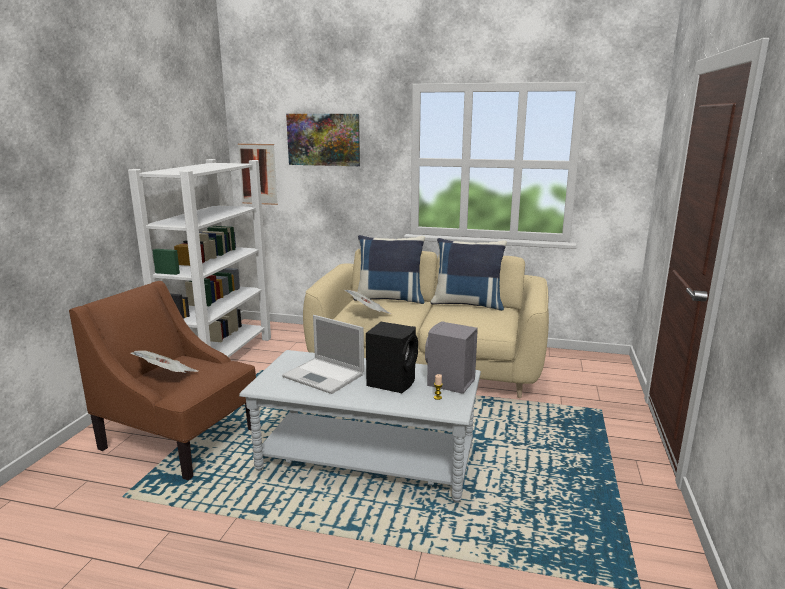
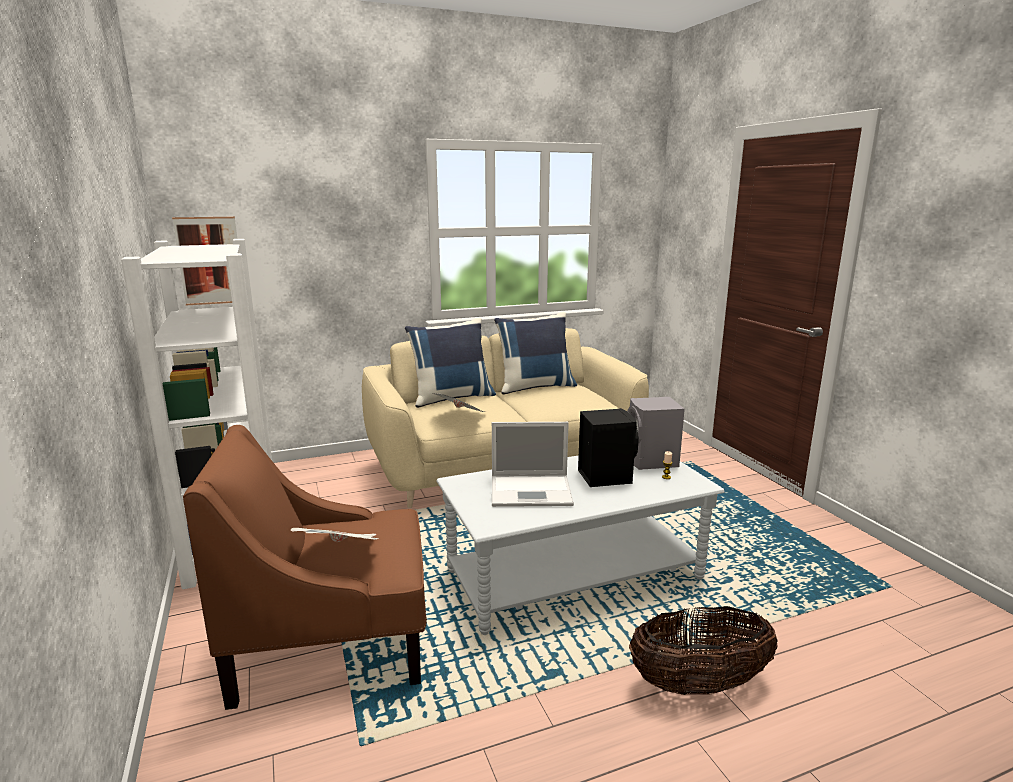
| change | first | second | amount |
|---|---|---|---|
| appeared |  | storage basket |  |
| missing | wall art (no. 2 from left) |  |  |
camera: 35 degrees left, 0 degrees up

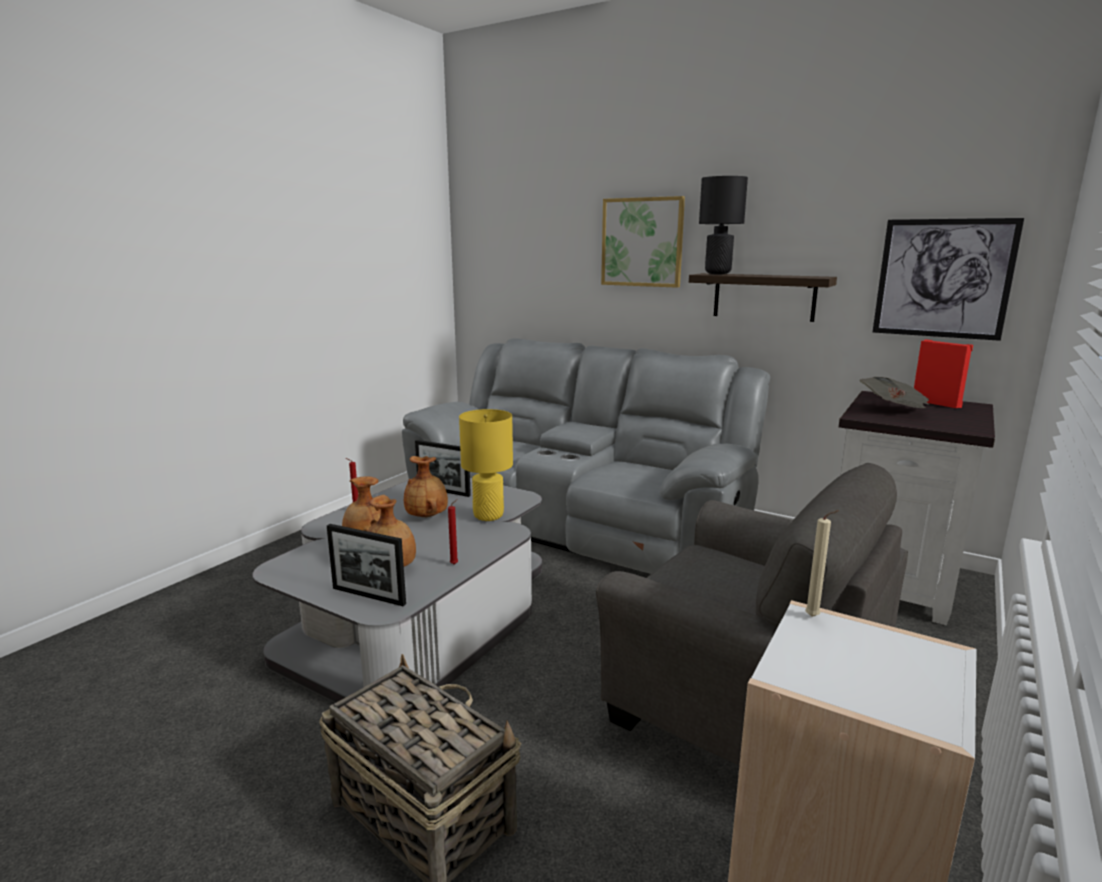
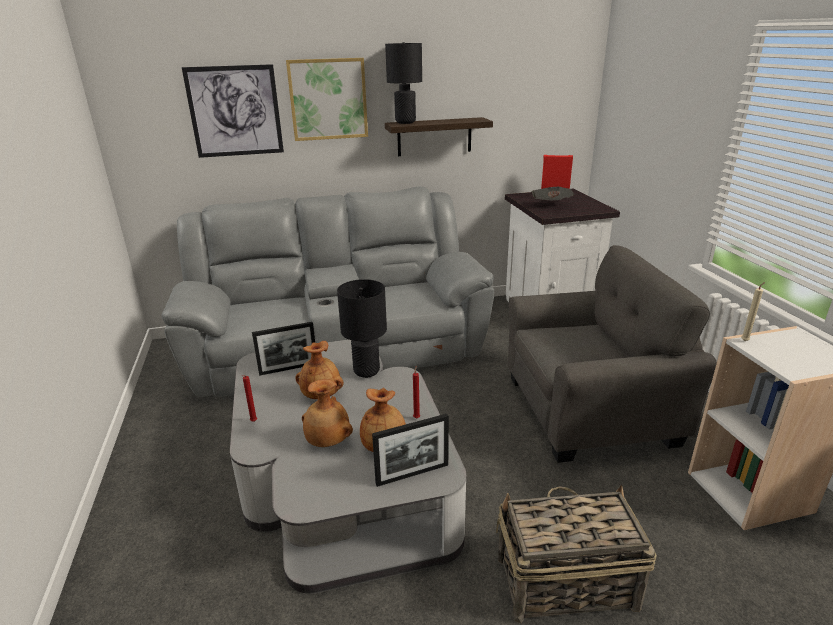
| change | first | second | amount |
|---|---|---|---|
| relocated | wall art (no. 2 from left in the first image) | wall art (no. 1 from left) |  |
| colour | yellow lamp for a table | blackish lamp for a table (no. 1 from left) |  |
camera: 45 degrees left, 10 degrees up

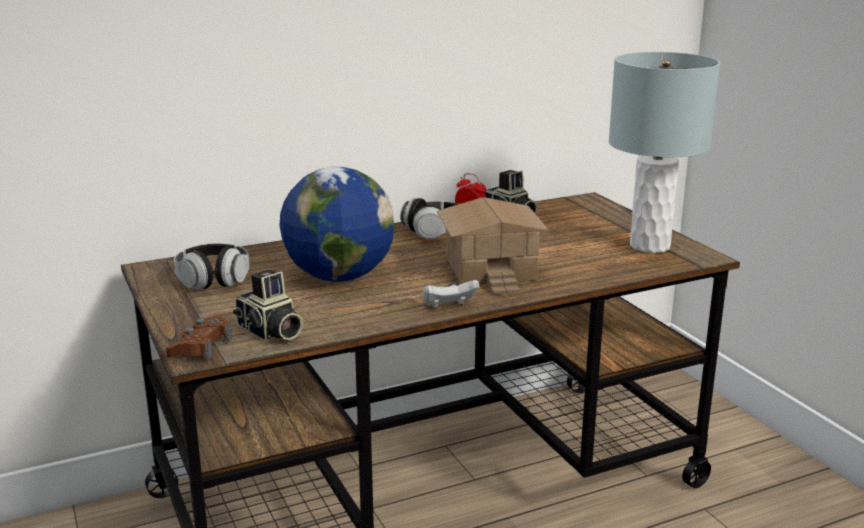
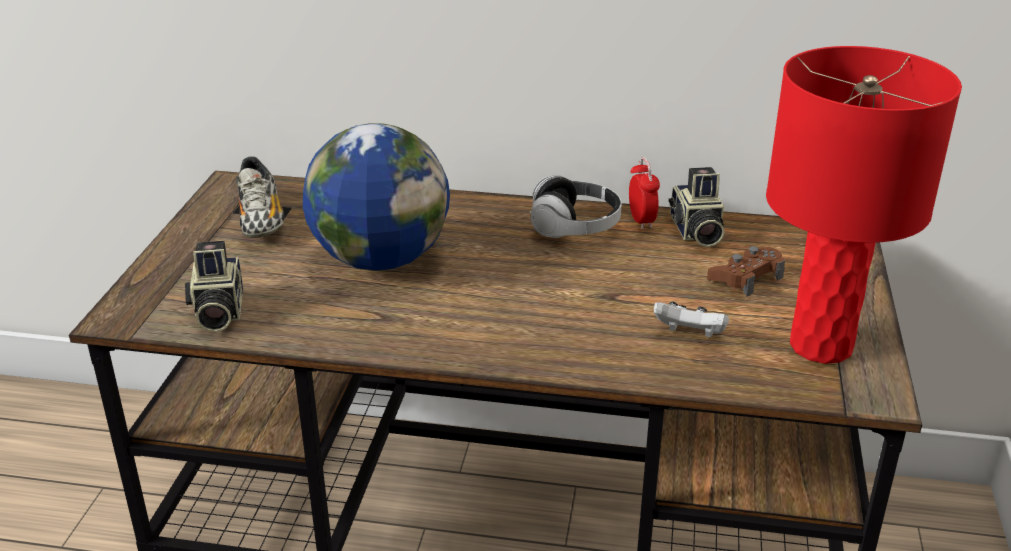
| change | first | second | amount |
|---|---|---|---|
| exchanged | headphones (no. 1 from left) | low shoe |  |
| relocated | whitish game controller |  |  |
| relocated | brownish game controller |  |  |
| colour | gray lamp for a table | red-coloured lamp for a table |  |
| missing | miniature house |  |  |
camera: 35 degrees right, 10 degrees up

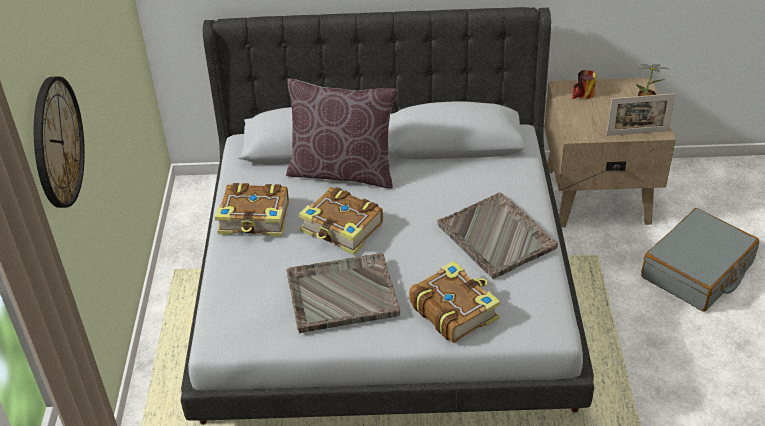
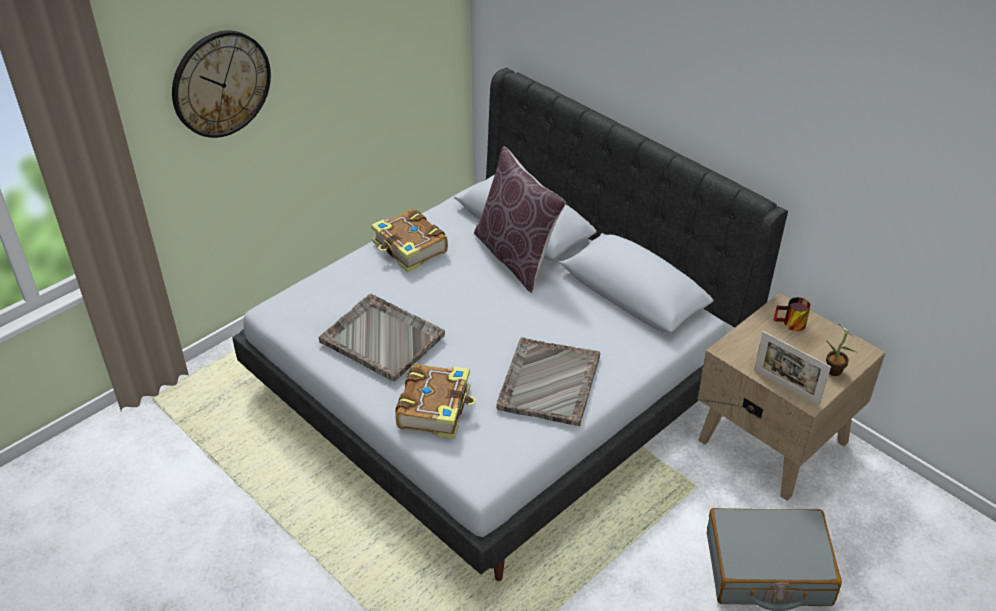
| change | first | second | amount |
|---|---|---|---|
| missing | book (no. 2 from left) |  |  |
camera: 45 degrees right, 0 degrees up

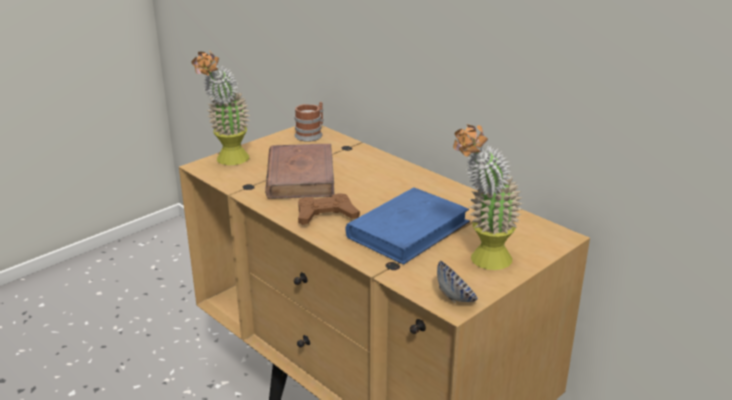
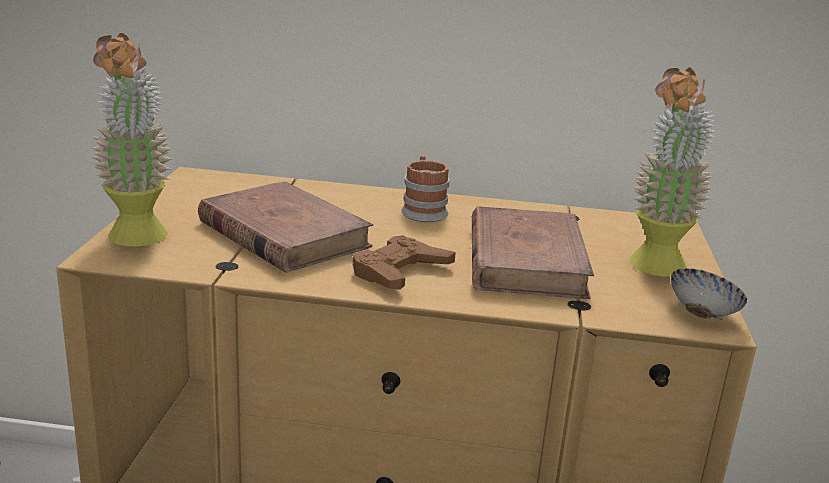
| change | first | second | amount |
|---|---|---|---|
| relocated | coffee mug |  |  |
| colour | bluish book | brownish book (no. 2 from left) |  |
camera: 40 degrees left, 5 degrees down

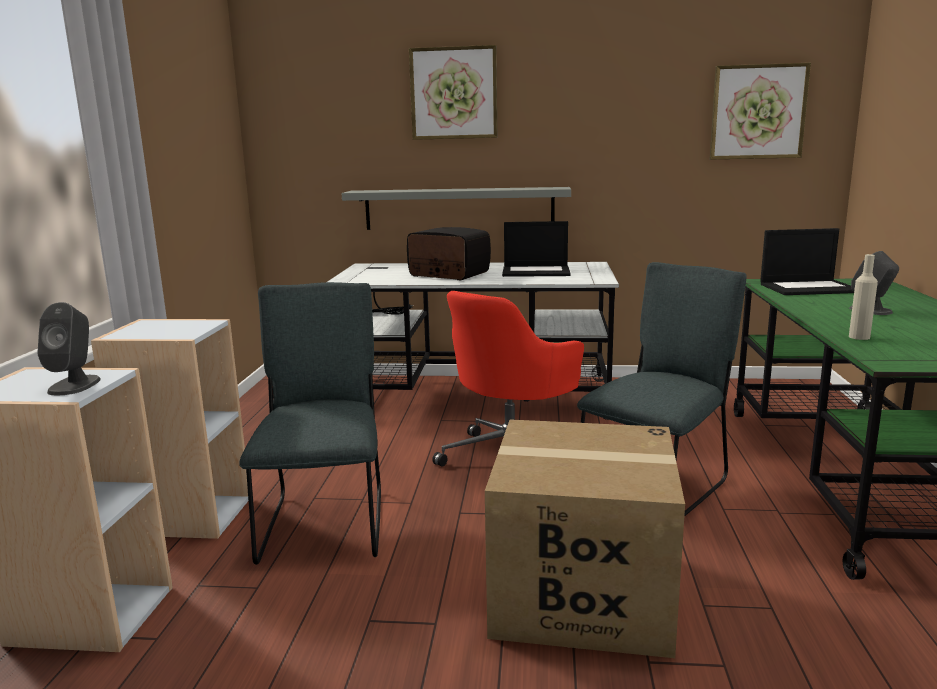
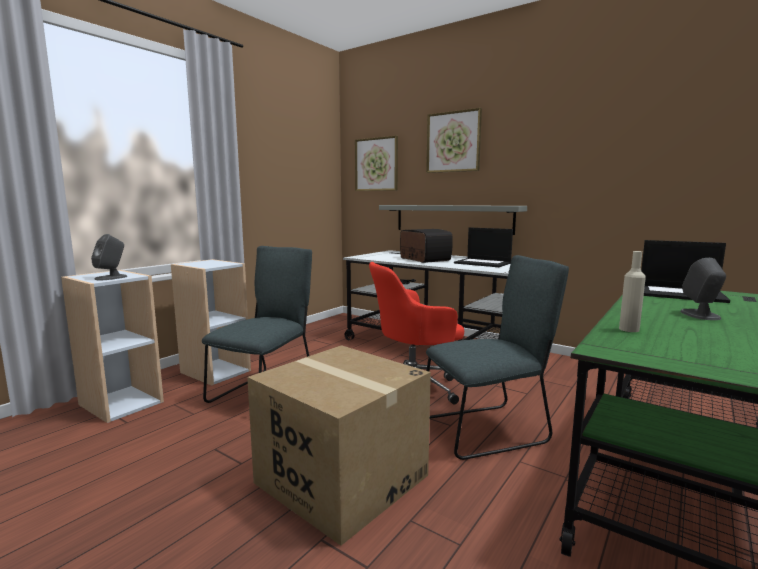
| change | first | second | amount |
|---|---|---|---|
| relocated | wall art (no. 2 from left in the first image) | wall art (no. 1 from left) |  |
camera: 30 degrees right, 5 degrees down

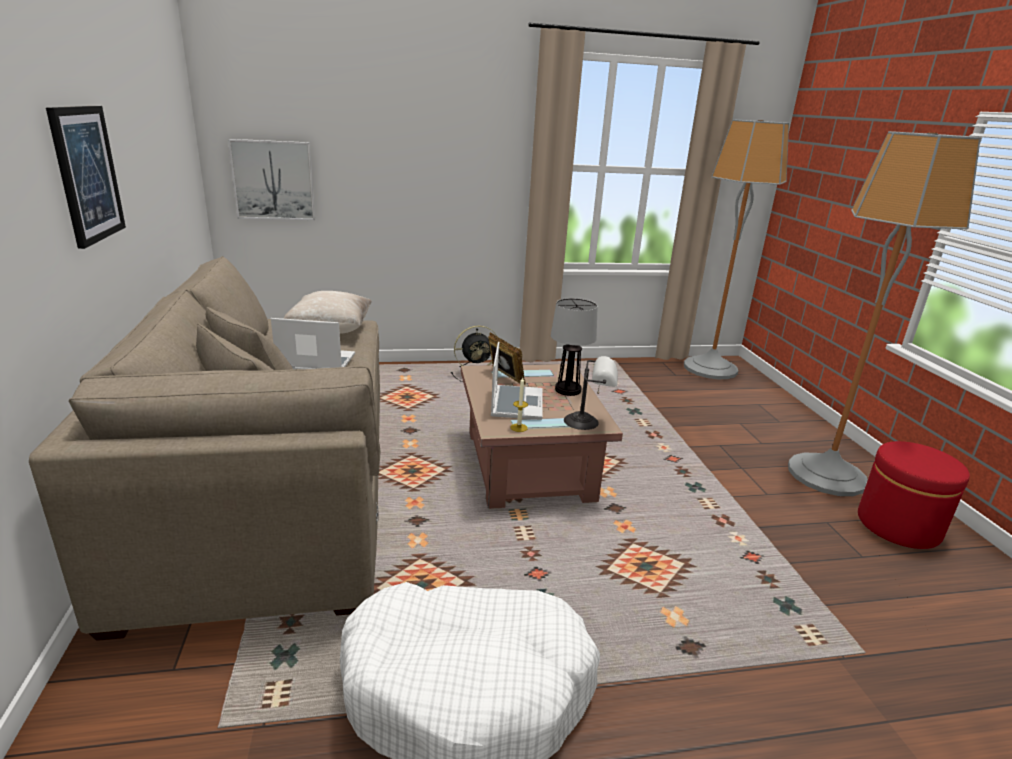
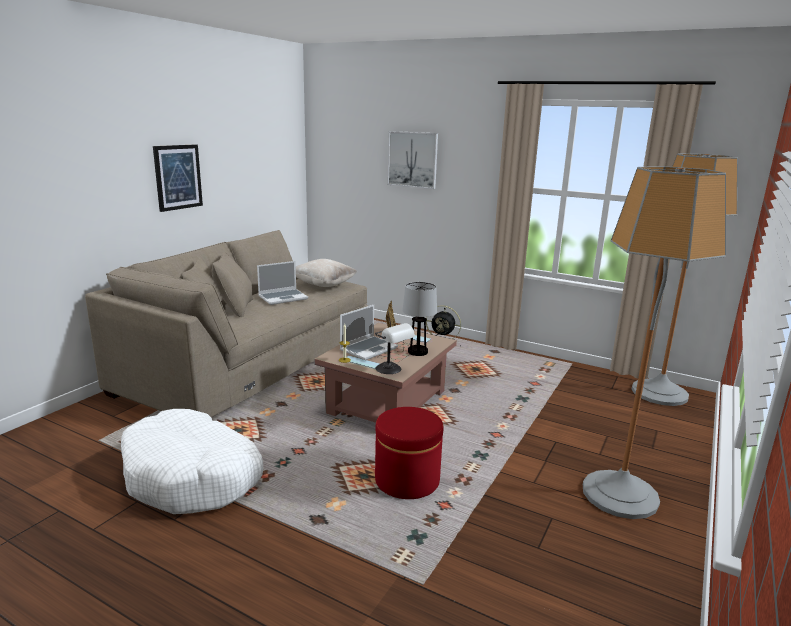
| change | first | second | amount |
|---|---|---|---|
| spun | portable computer (no. 1 from left) |  | 105 degrees clockwise |
| relocated | red-coloured pouffe |  |  |
| relocated | wall art (no. 2 from left) |  |  |
camera: 40 degrees right, 5 degrees down

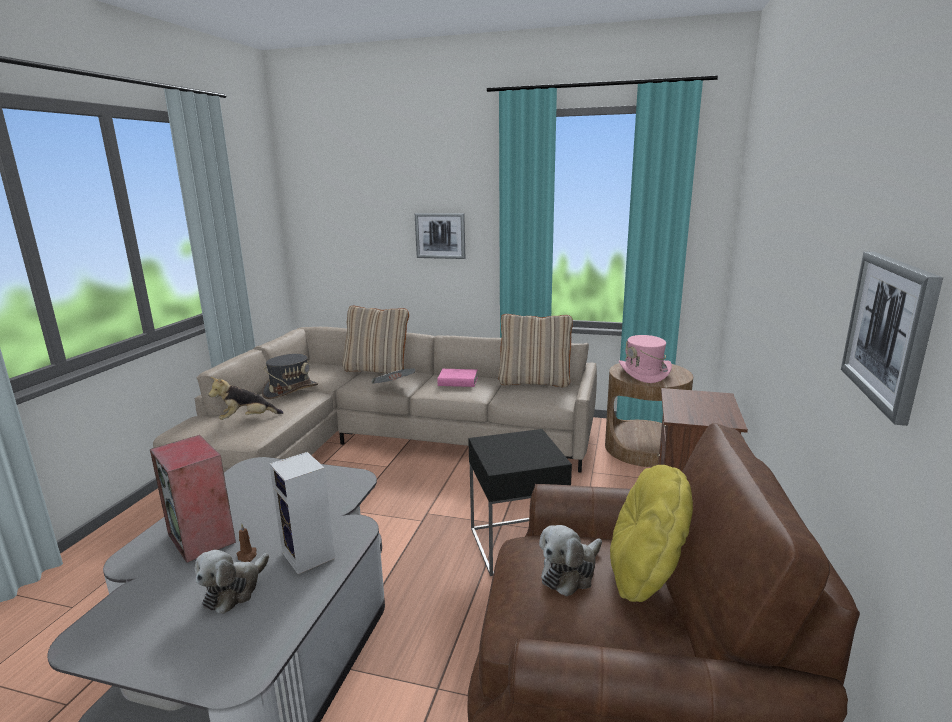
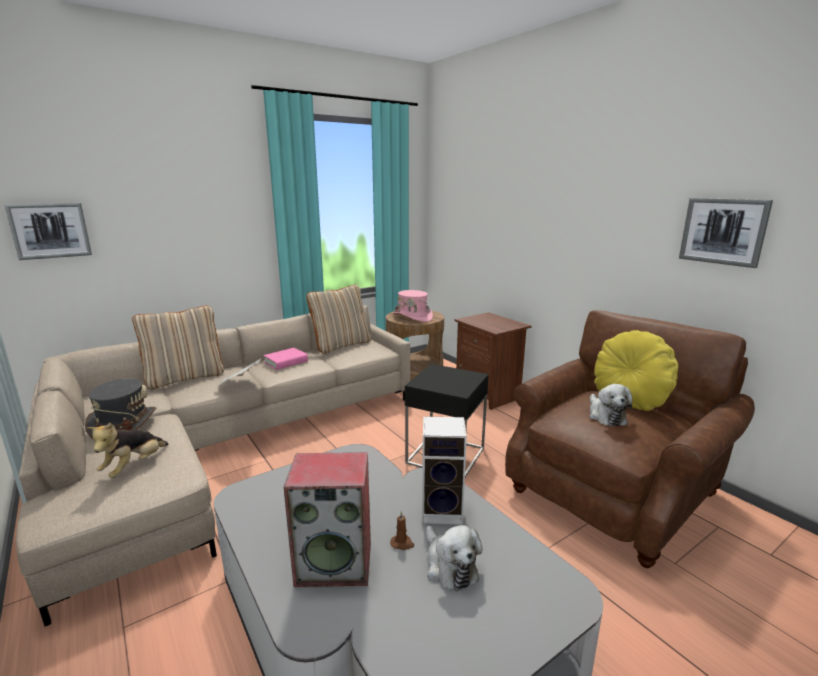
| change | first | second | amount |
|---|---|---|---|
| relocated | wall art (no. 1 from left) |  |  |
camera: 50 degrees left, 0 degrees up

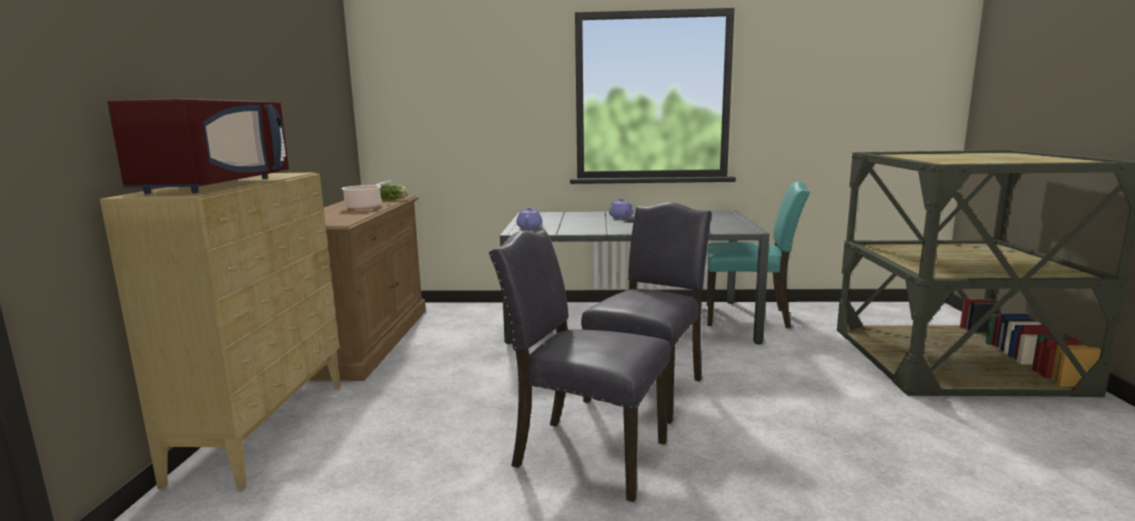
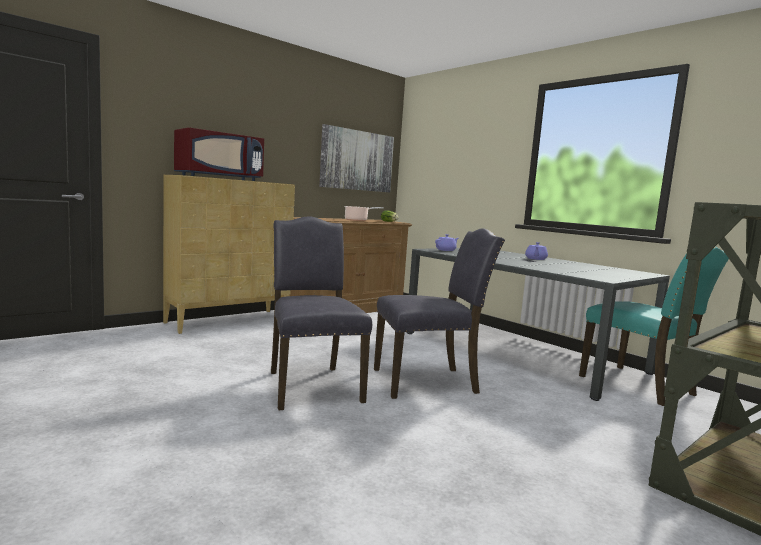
| change | first | second | amount |
|---|---|---|---|
| appeared |  | wall art |  |
camera: 45 degrees right, 5 degrees down

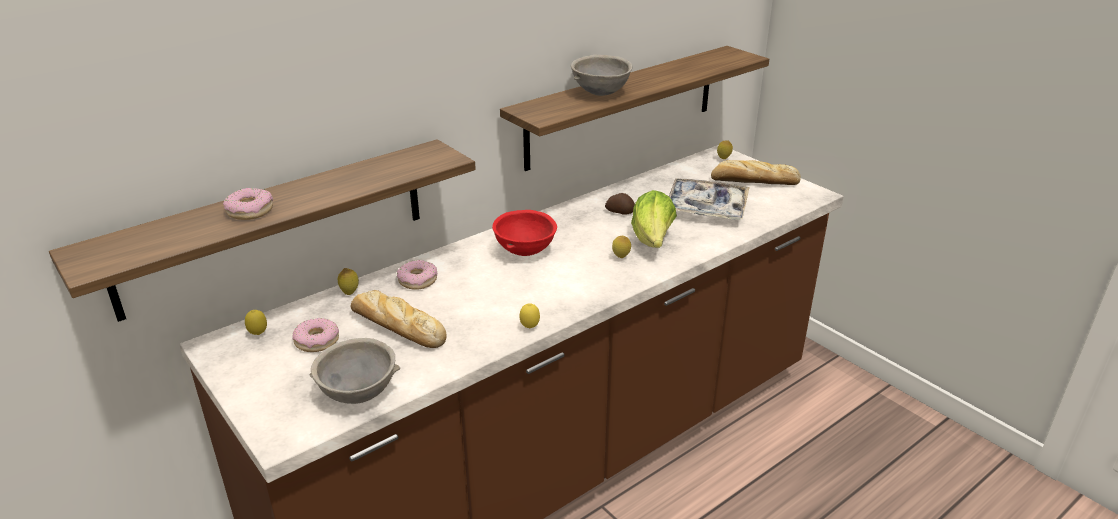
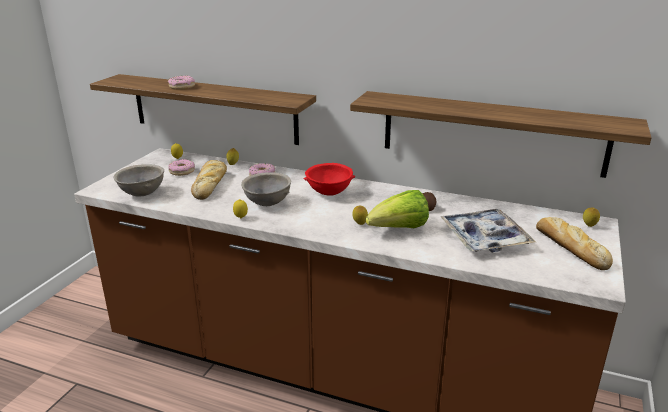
| change | first | second | amount |
|---|---|---|---|
| relocated | gray serving bowl (no. 2 from left) |  |  |
camera: 60 degrees right, 5 degrees down

